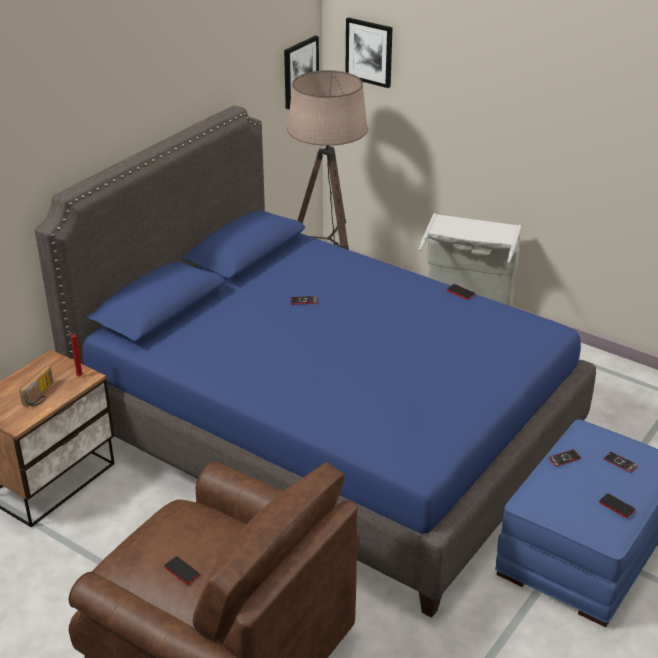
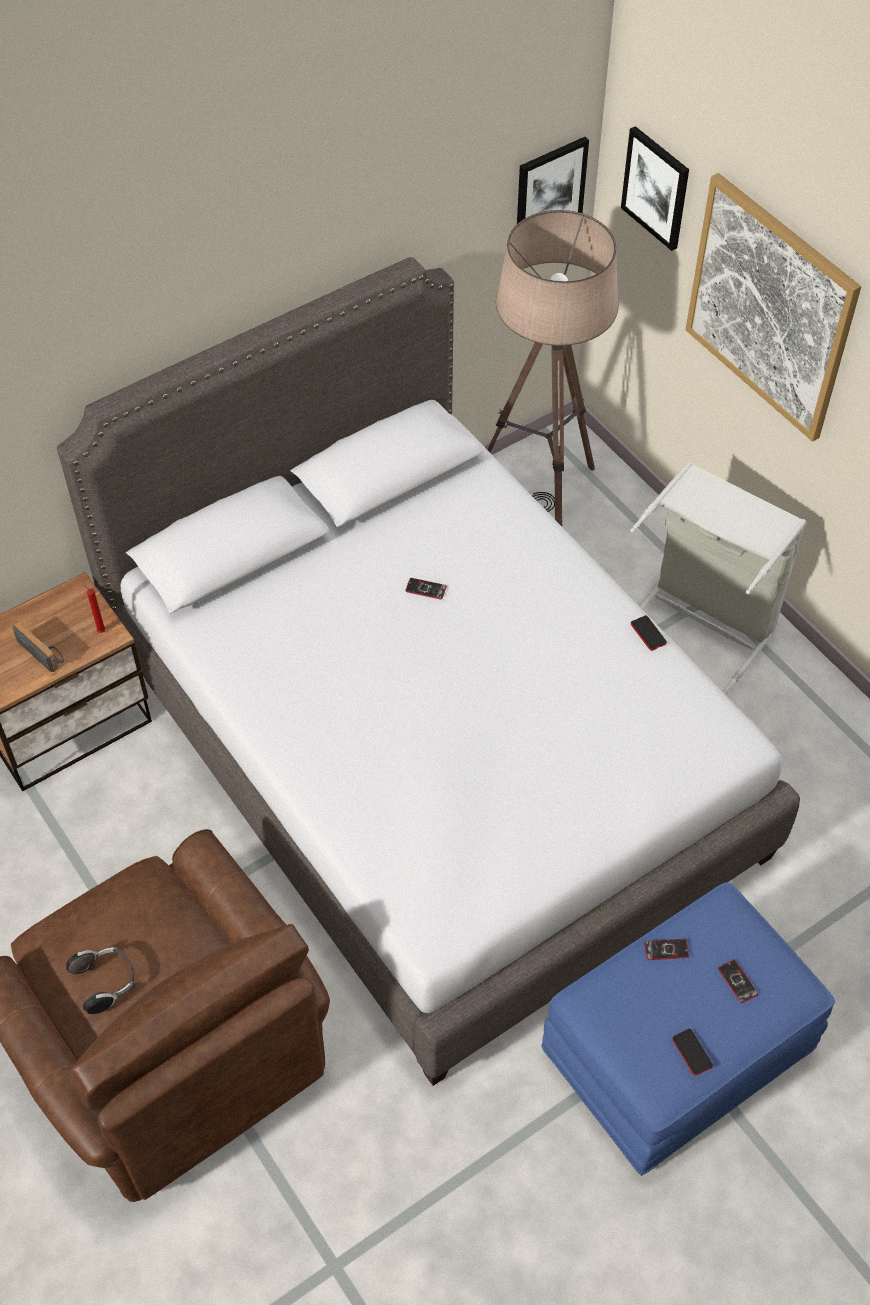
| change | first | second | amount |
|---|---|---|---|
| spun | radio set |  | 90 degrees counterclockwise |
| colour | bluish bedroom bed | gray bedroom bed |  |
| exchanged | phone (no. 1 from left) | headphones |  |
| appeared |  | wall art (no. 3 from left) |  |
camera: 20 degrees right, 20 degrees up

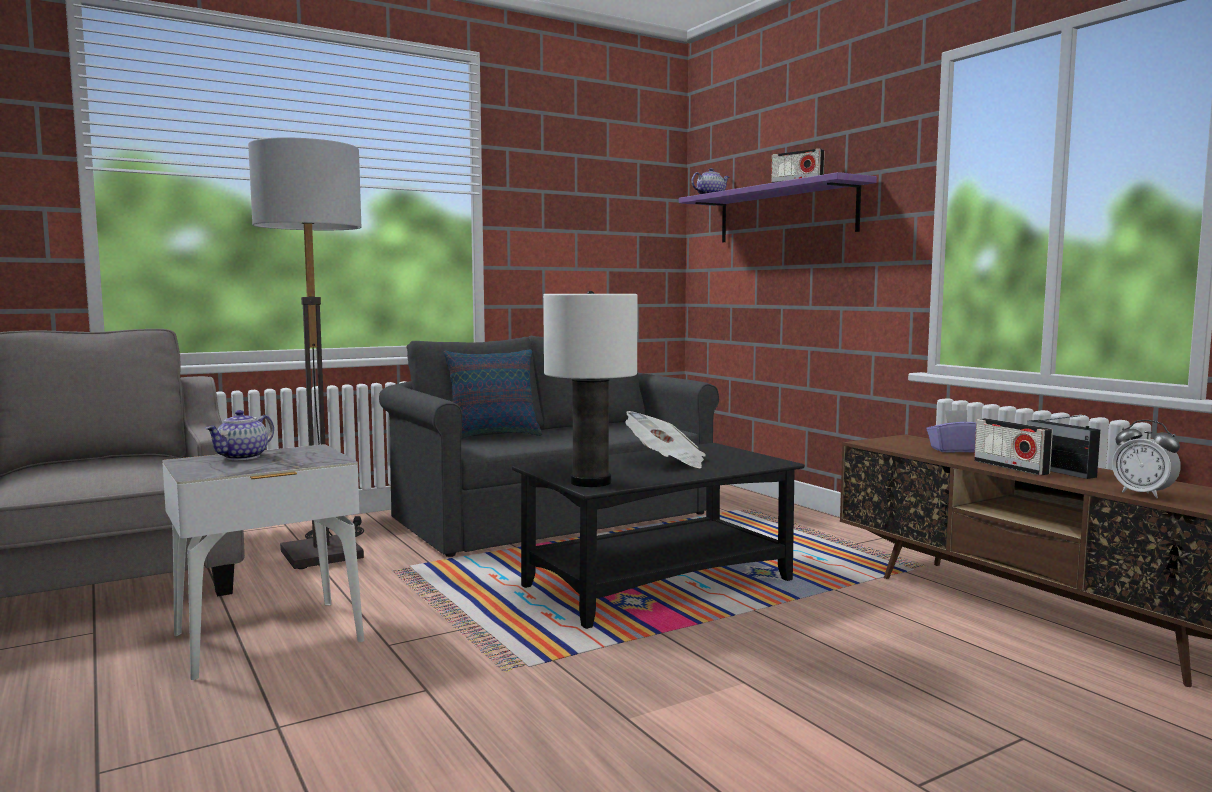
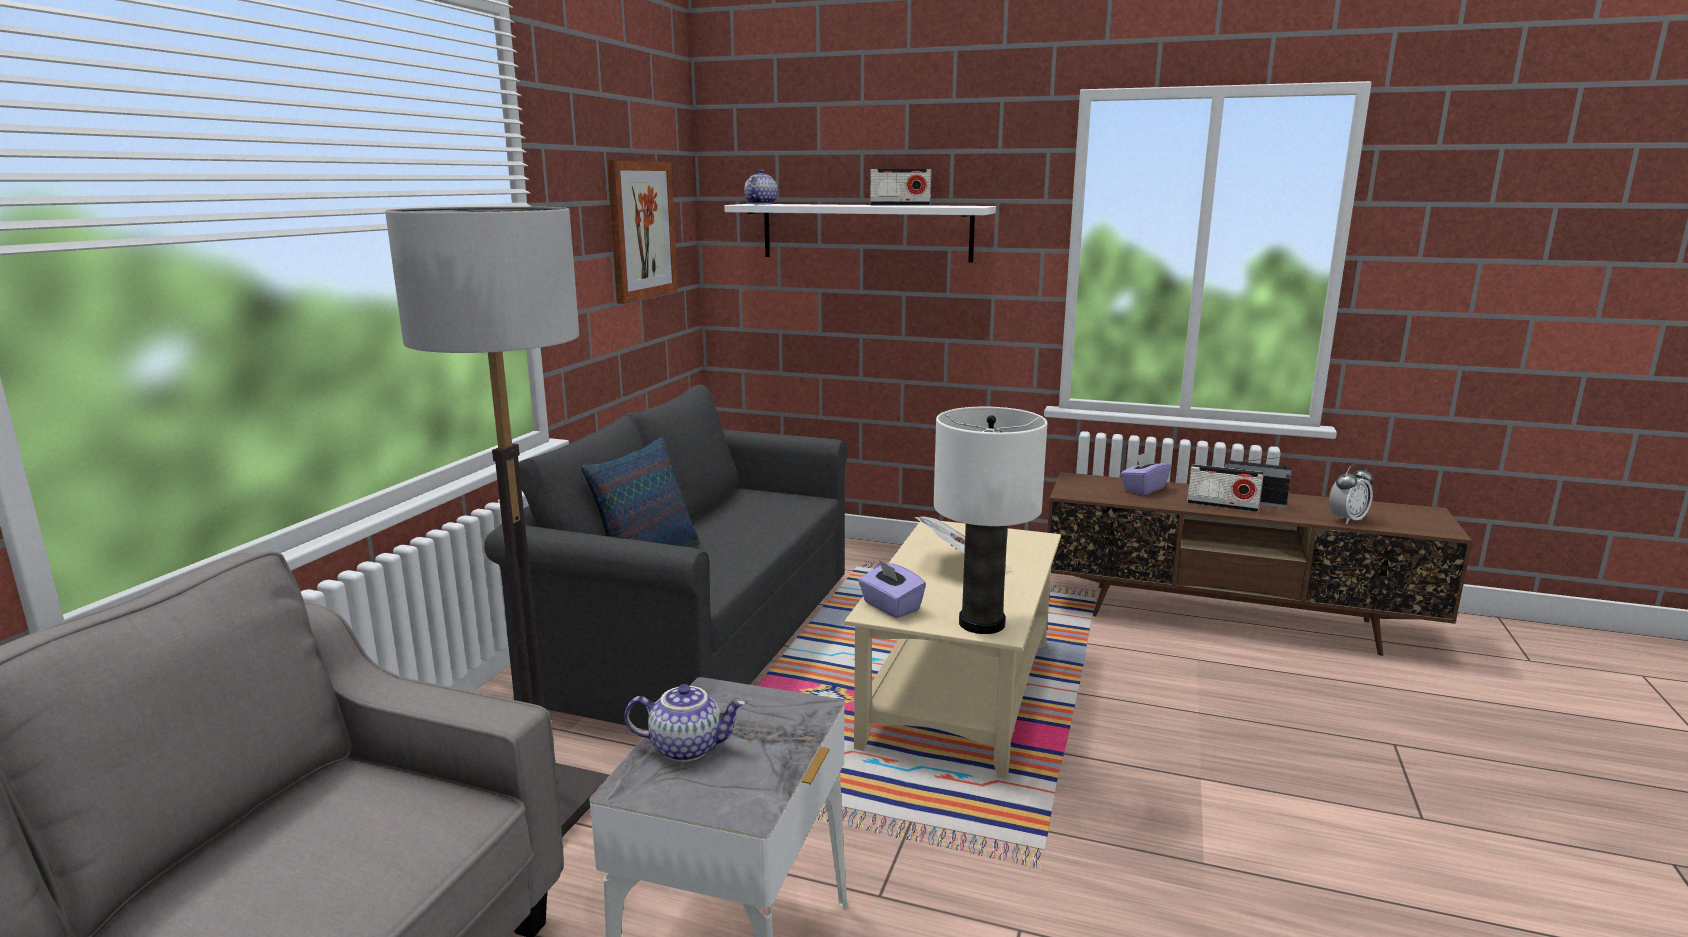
| change | first | second | amount |
|---|---|---|---|
| appeared |  | wall art |  |
| spun | pot for tea (no. 1 from left) |  | 75 degrees counterclockwise |
| colour | purple bracket shelf | whitish bracket shelf |  |
| colour | blackish coffee table | beige-coloured coffee table |  |
| appeared |  | purple tissue box (no. 1 from left) |  |
| spun | bedside clock |  | 45 degrees counterclockwise |
camera: 40 degrees left, 10 degrees up

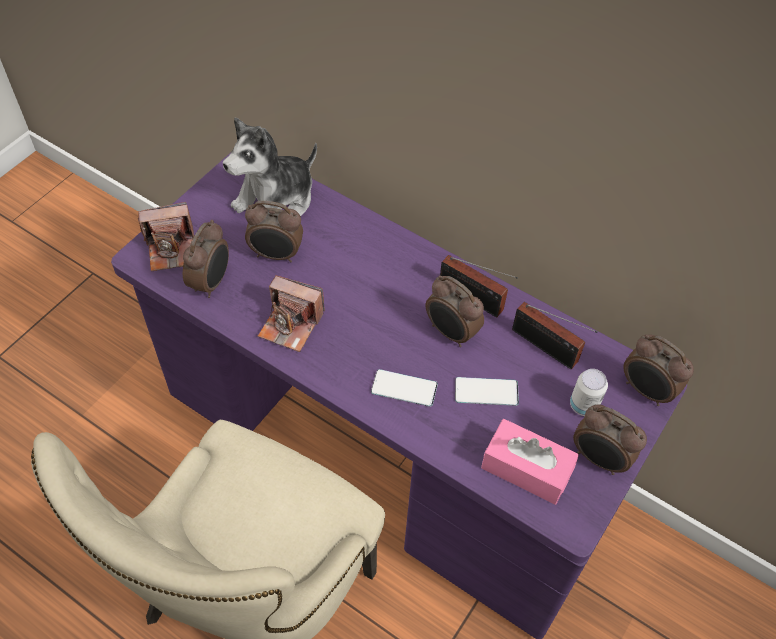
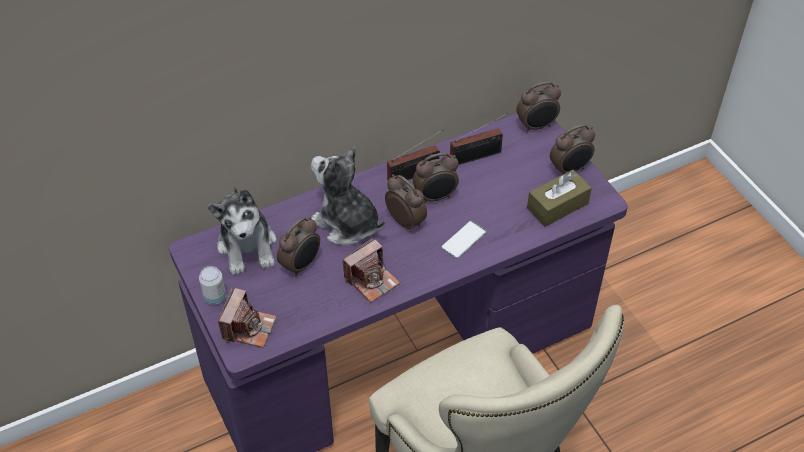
| change | first | second | amount |
|---|---|---|---|
| relocated | can |  |  |
| appeared |  | soft toy (no. 2 from left) |  |
| relocated | bedside clock (no. 1 from left in the first image) | bedside clock (no. 2 from left) |  |
| colour | pink tissue box | brownish tissue box |  |
| missing | phone (no. 2 from left) |  |  |
camera: 60 degrees left, 5 degrees down

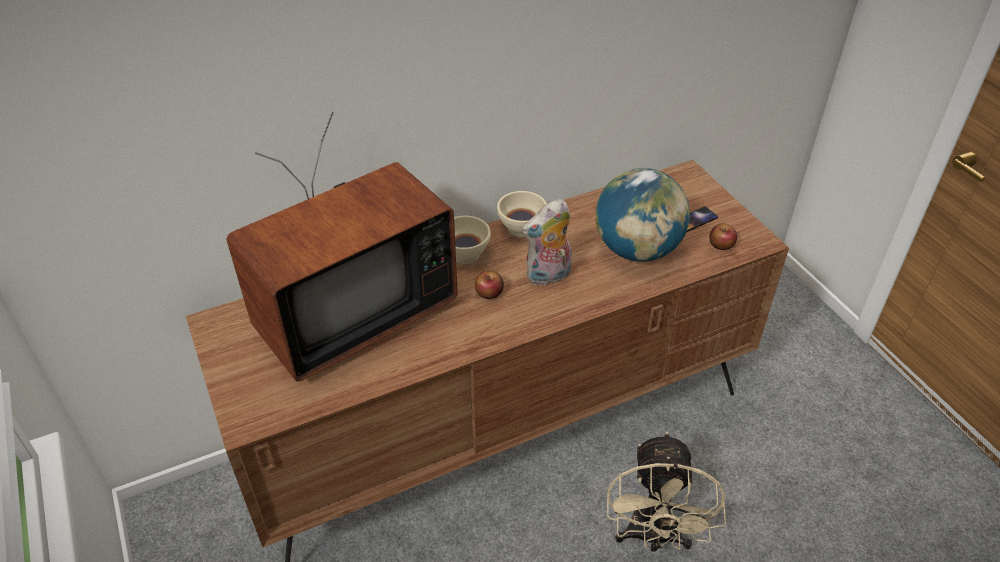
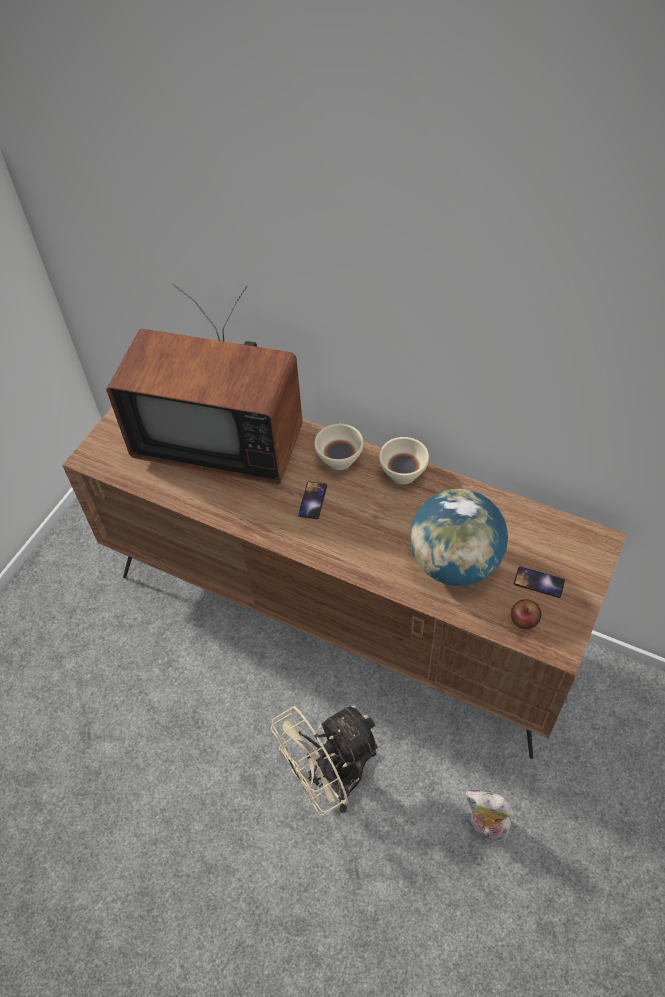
| change | first | second | amount |
|---|---|---|---|
| exchanged | whole apple (no. 1 from left) | phone (no. 1 from left) |  |
| relocated | soft toy |  |  |
camera: 55 degrees right, 10 degrees up

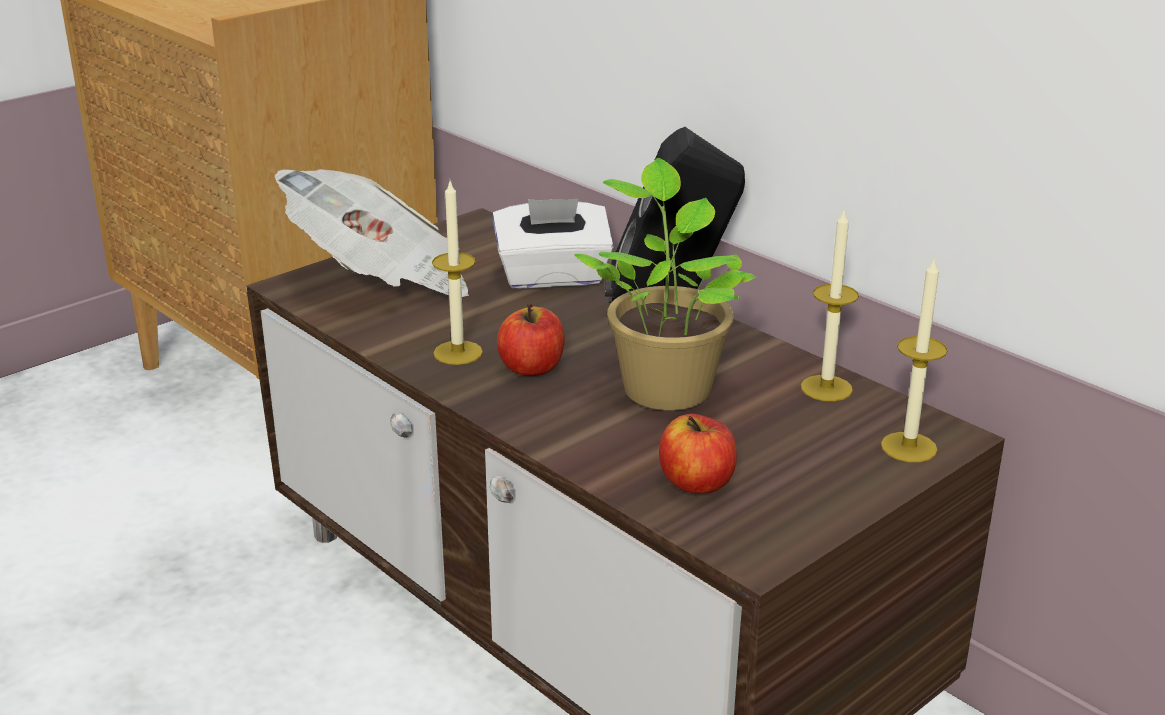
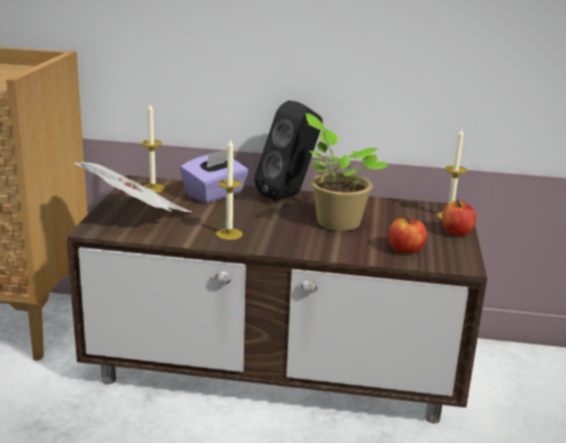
| change | first | second | amount |
|---|---|---|---|
| relocated | wax light (no. 2 from left in the first image) | wax light (no. 1 from left) |  |
| colour | whitish tissue box | purple tissue box |  |
| relocated | whole apple (no. 1 from left in the first image) | whole apple (no. 2 from left) |  |
camera: 40 degrees left, 5 degrees down

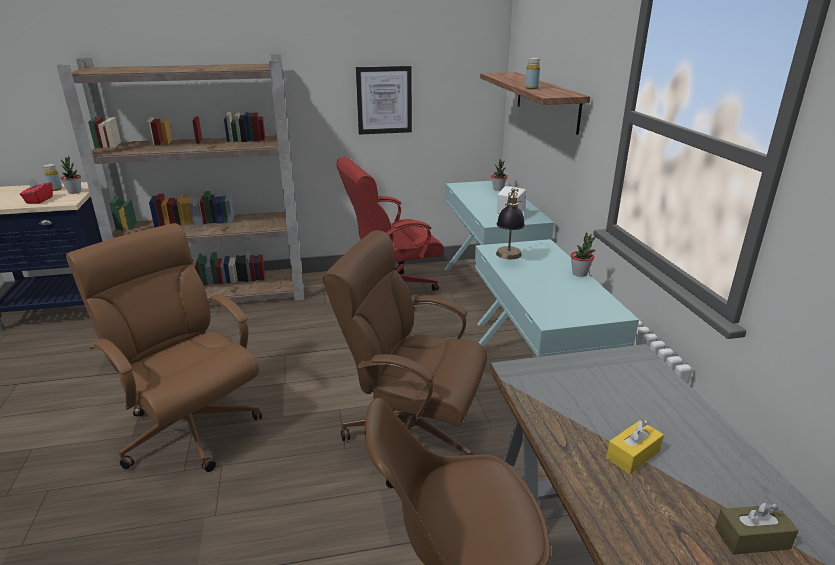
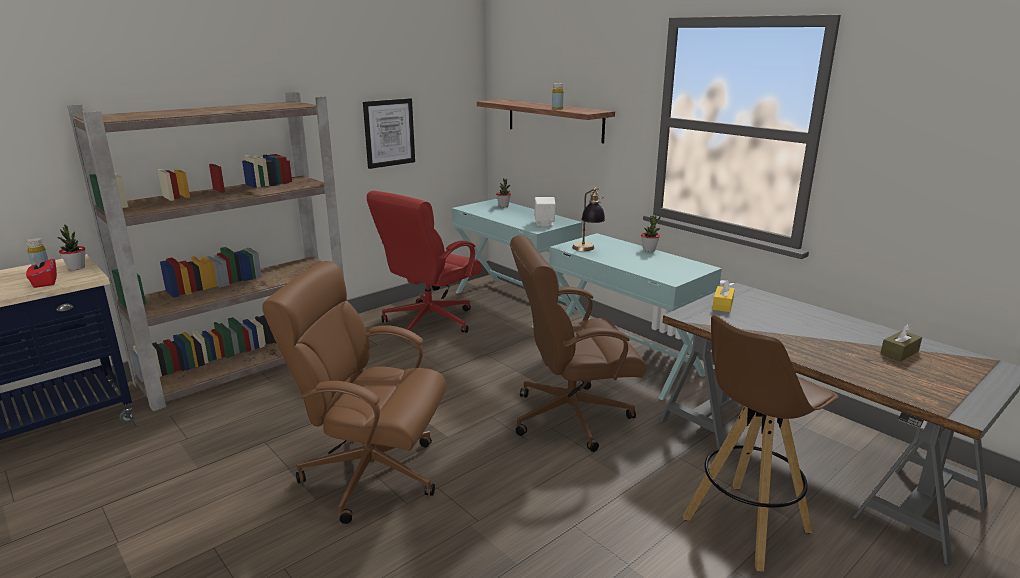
| change | first | second | amount |
|---|---|---|---|
| relocated | yellow tissue box |  |  |
camera: 30 degrees left, 5 degrees down

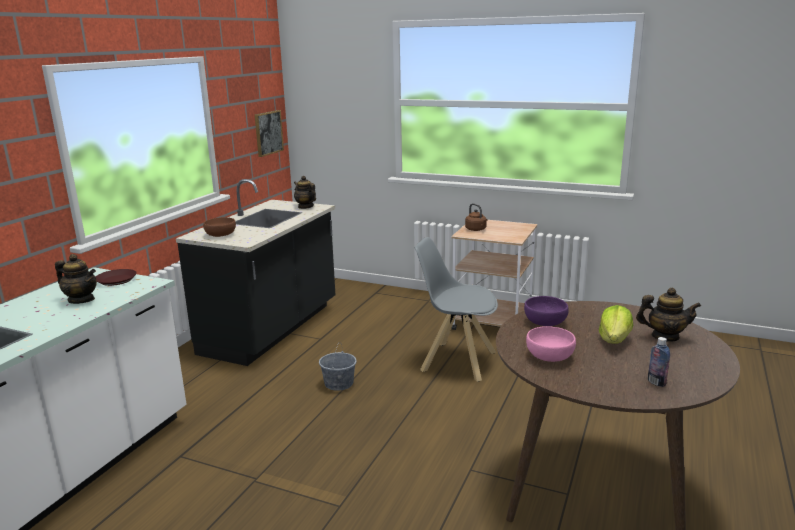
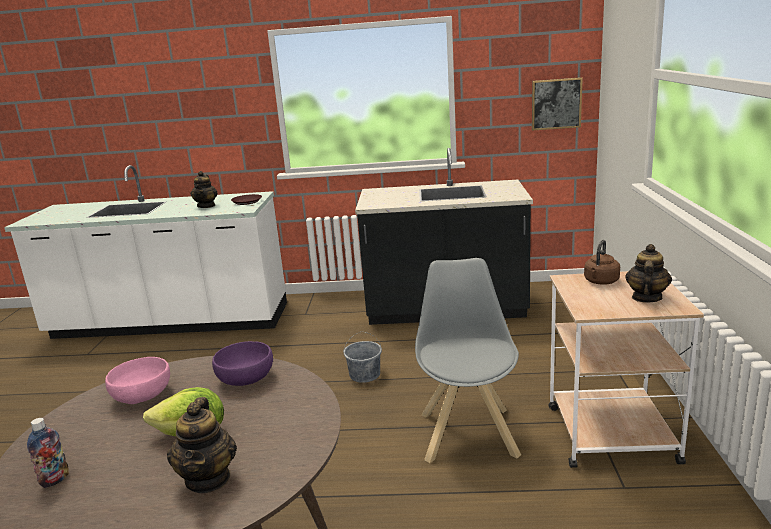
| change | first | second | amount |
|---|---|---|---|
| relocated | pot for tea (no. 2 from left in the first image) | pot for tea (no. 3 from left) |  |
| missing | brownish serving bowl |  |  |
camera: 70 degrees right, 0 degrees up

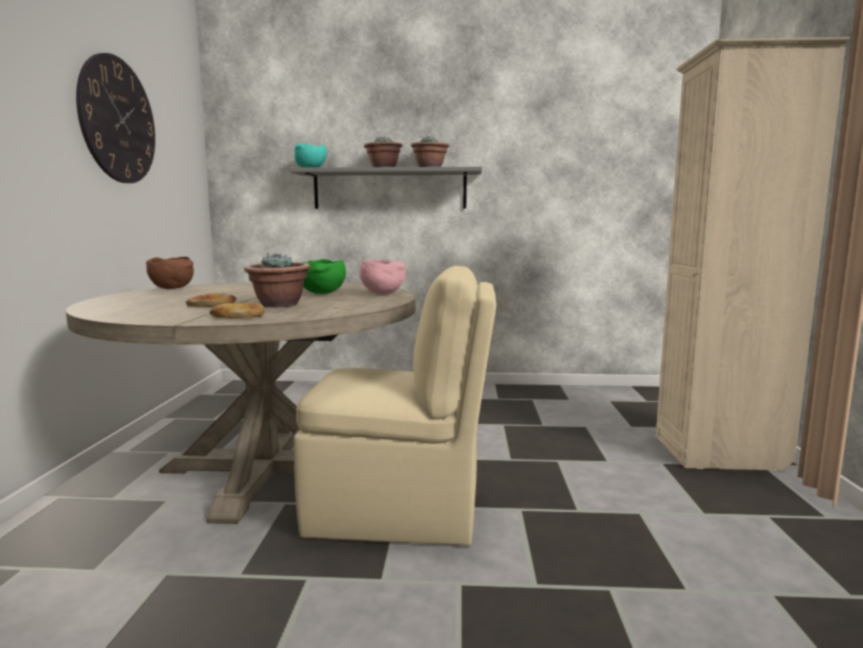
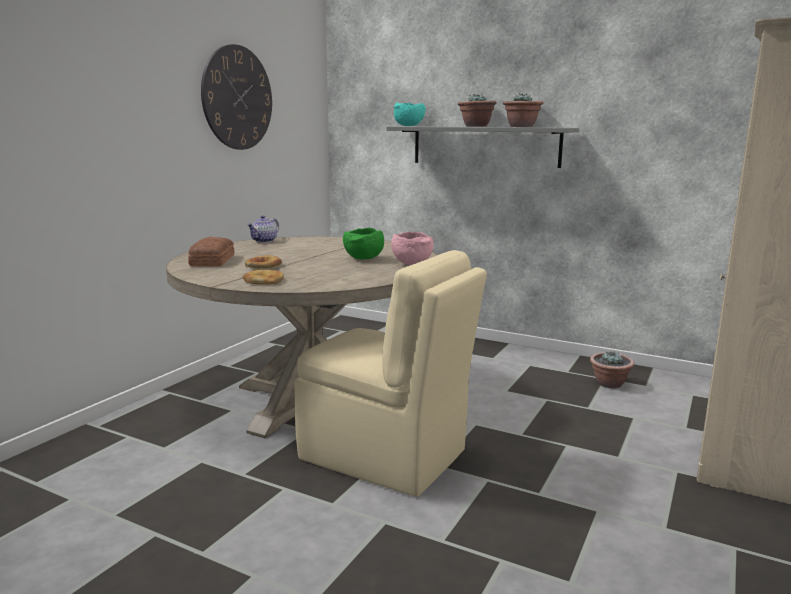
| change | first | second | amount |
|---|---|---|---|
| appeared |  | baked bread (no. 1 from left) |  |
| exchanged | brownish serving bowl | pot for tea |  |
| relocated | plant in a pot (no. 1 from left in the first image) | plant in a pot (no. 3 from left) |  |
camera: 25 degrees right, 5 degrees up

